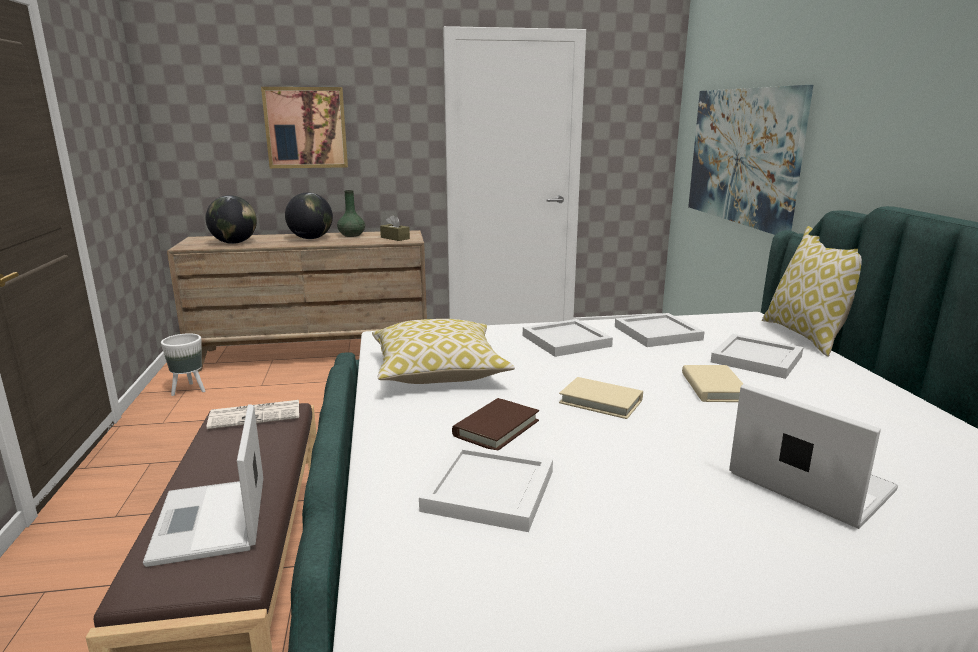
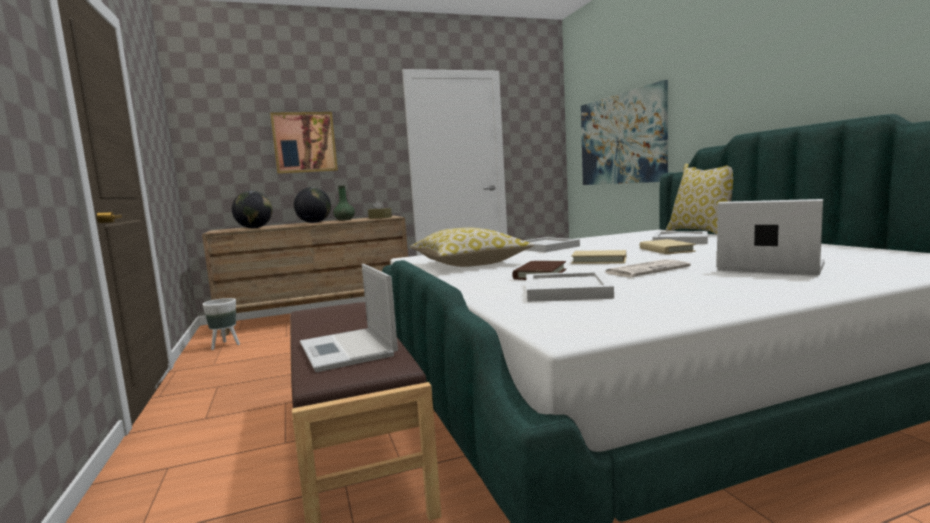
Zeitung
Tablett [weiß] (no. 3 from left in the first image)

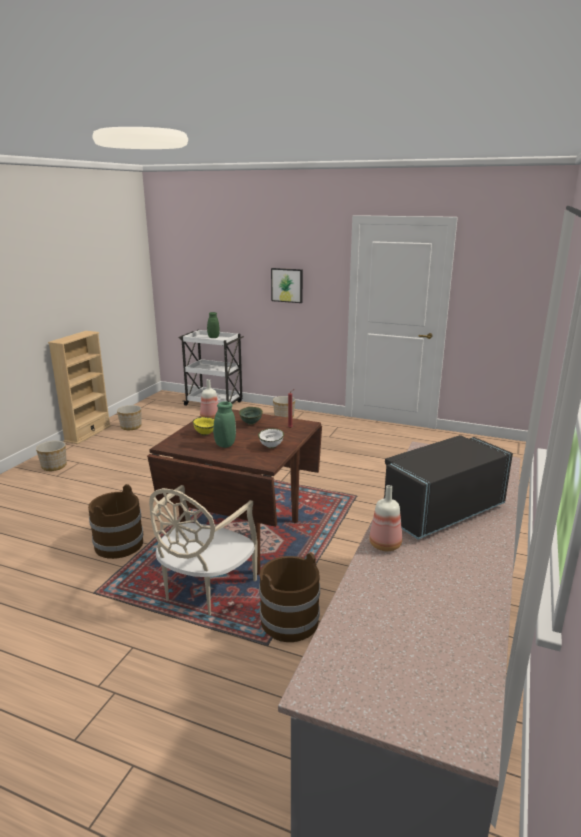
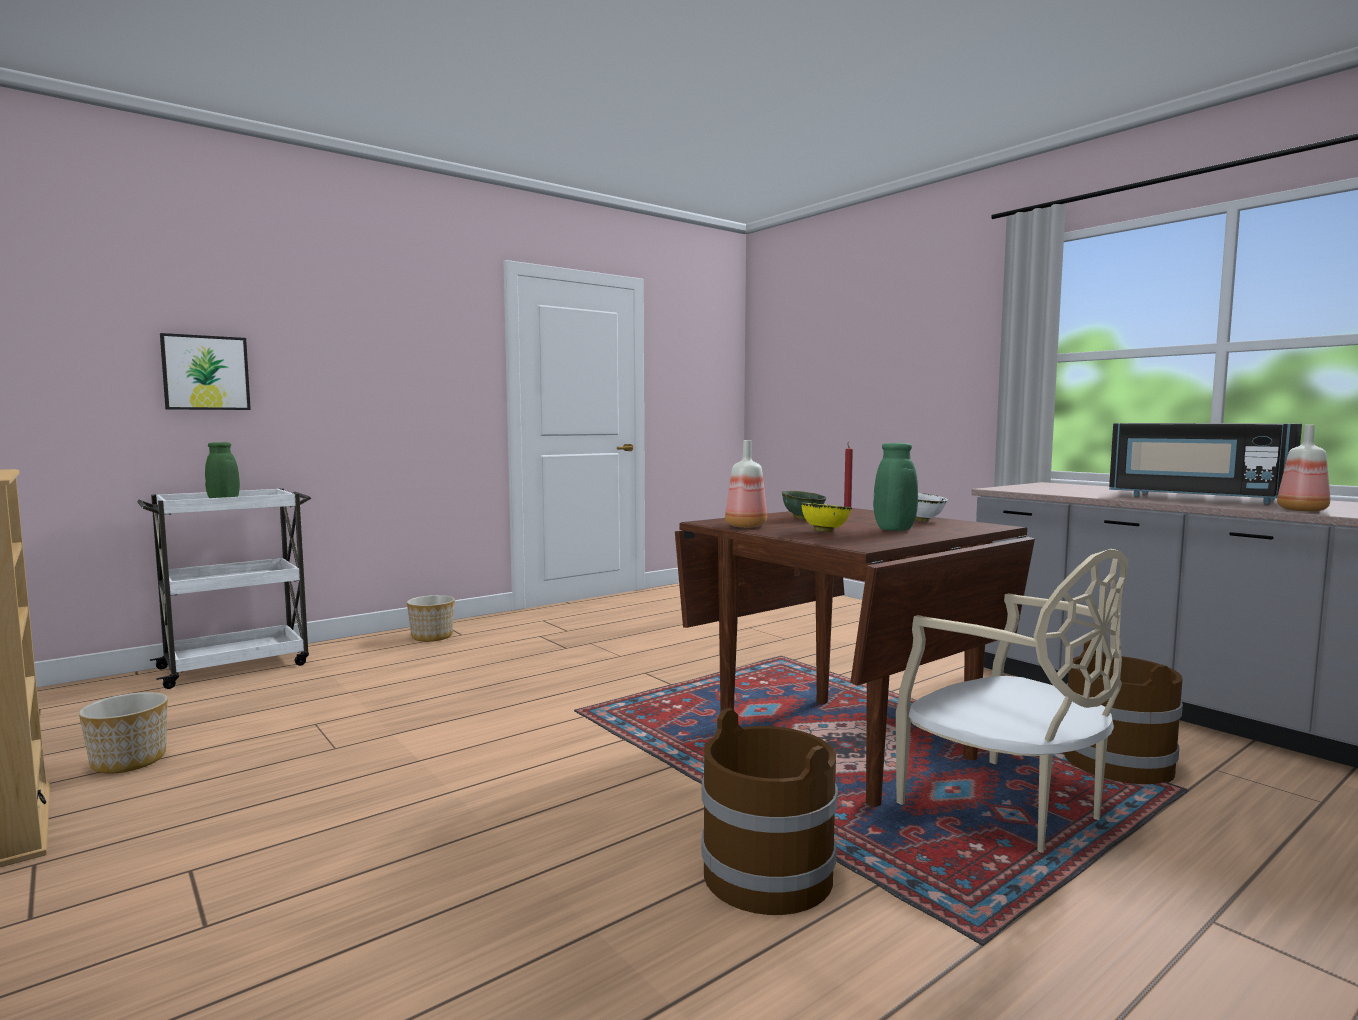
Bild
Mikrowelle [schwarz]
Pflanzkübel (no. 1 from left in the first image)

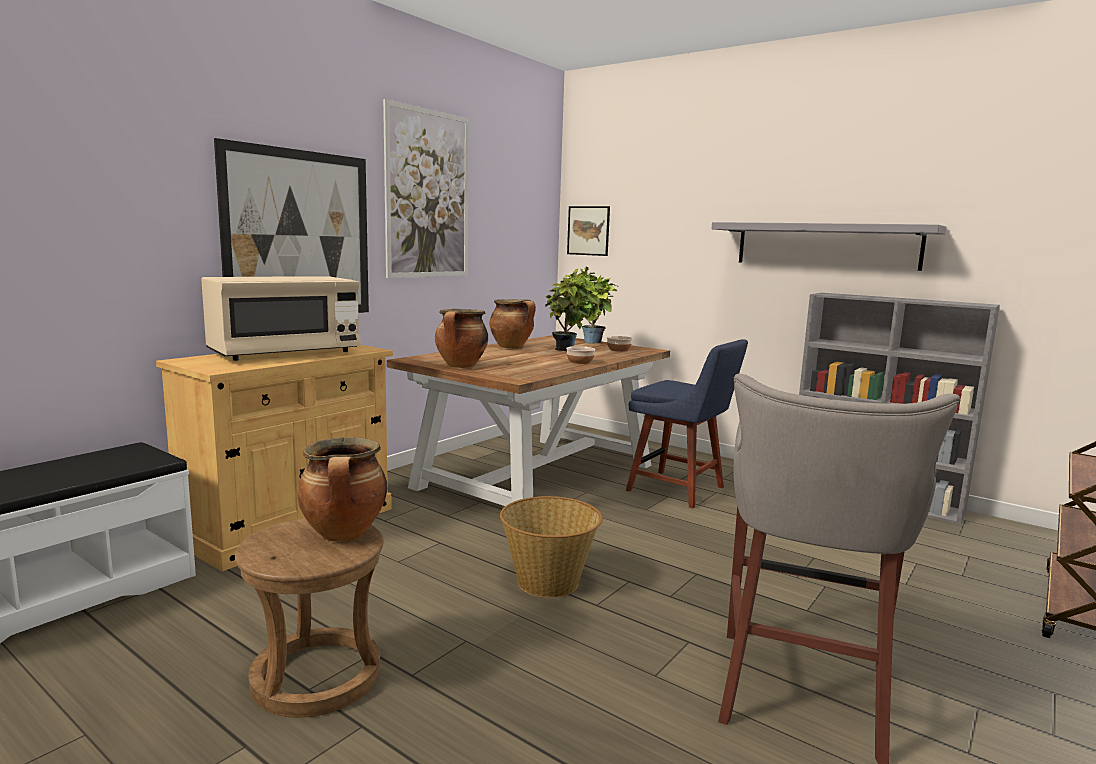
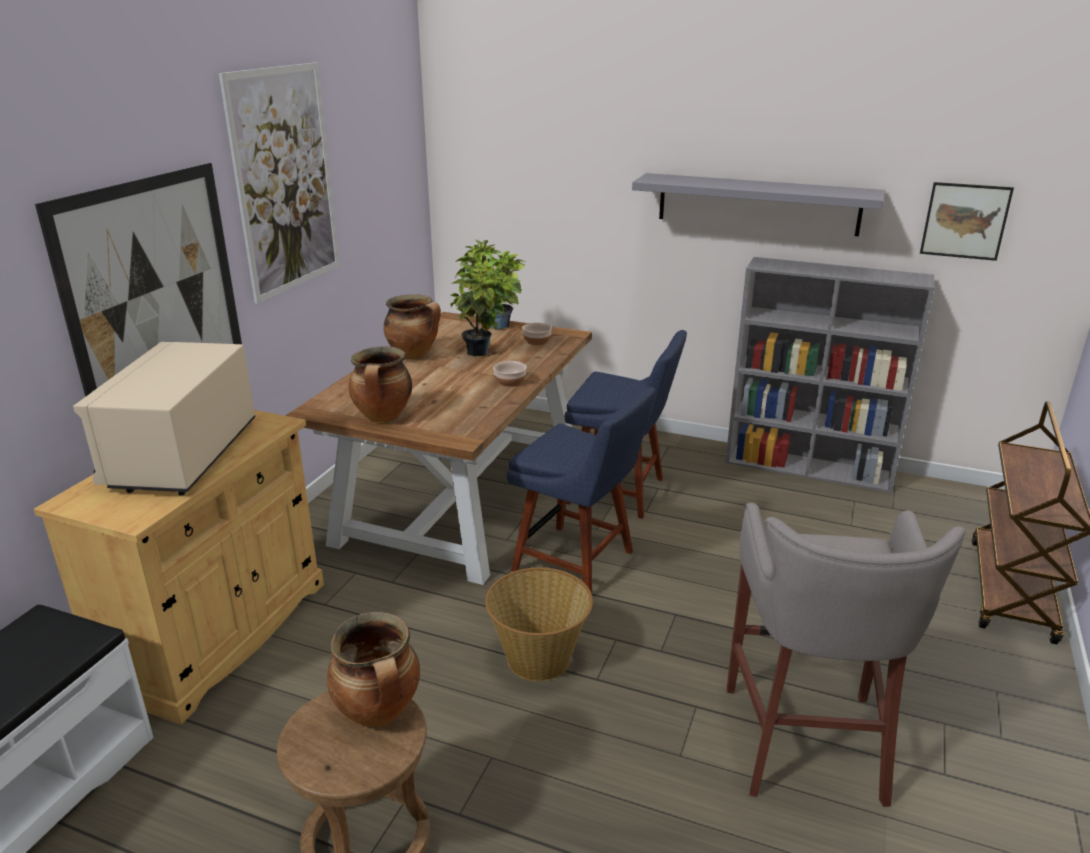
Mikrowelle [beige]
Stuhl [blau] (no. 1 from left)
Bild (no. 3 from left)

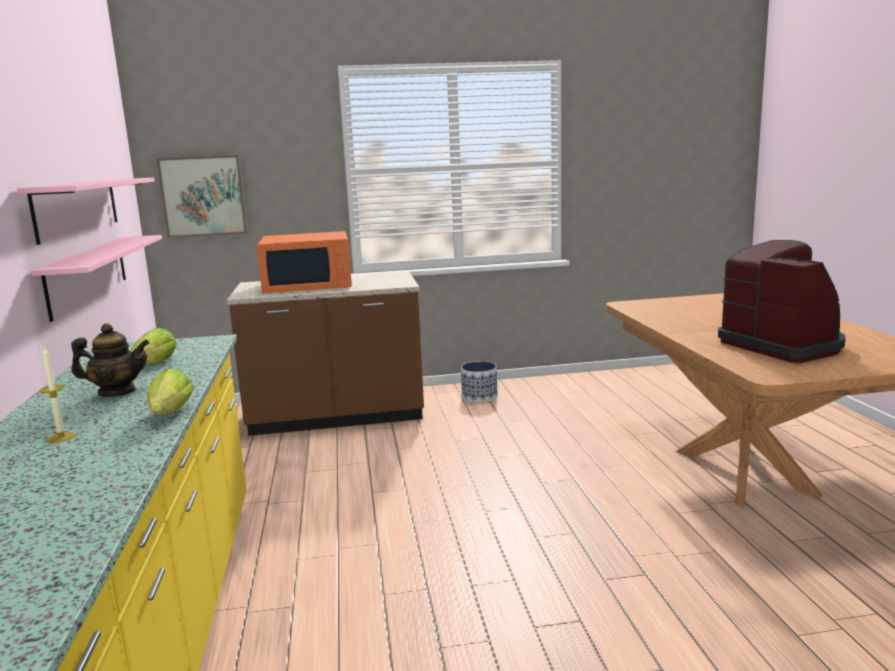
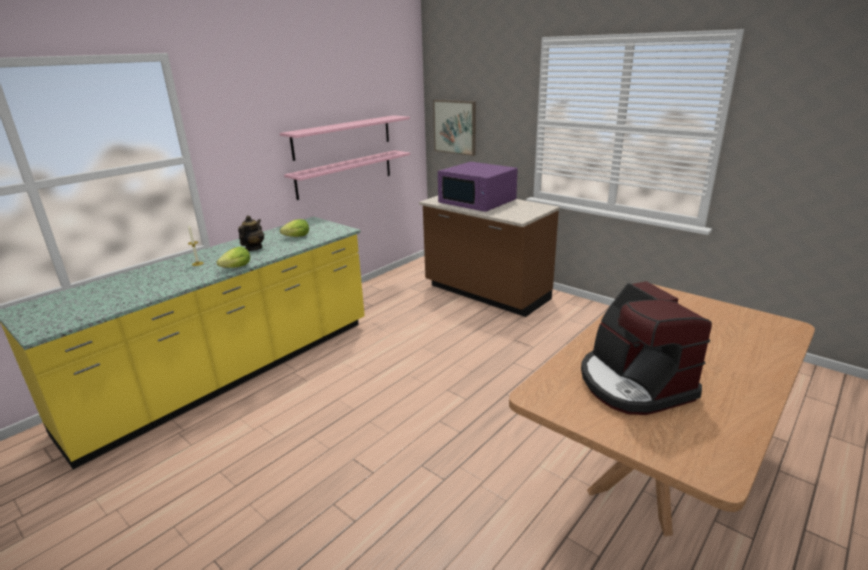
Teekanne
Mikrowelle [lila]
Kaffeemaschine
Pflanzkübel

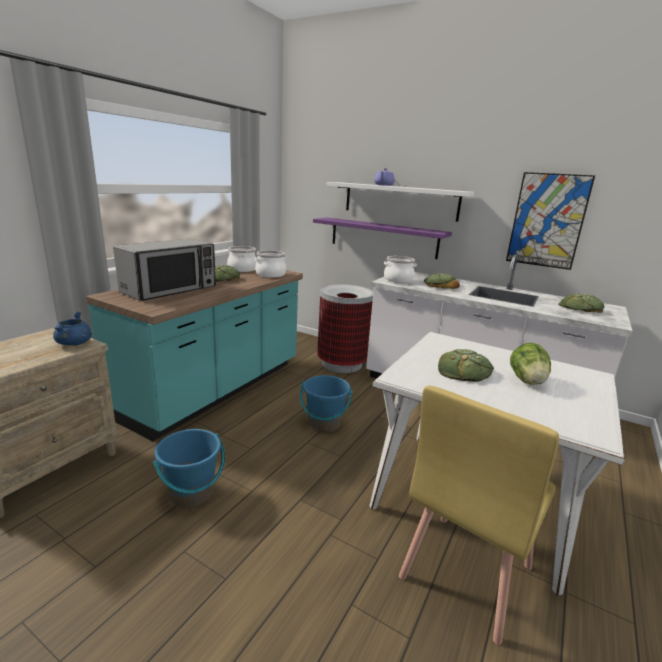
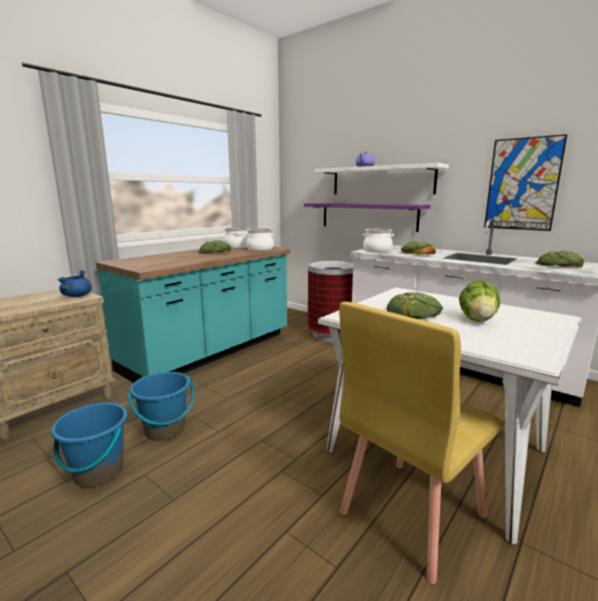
Eimer [blau] (no. 1 from left)
Mikrowelle

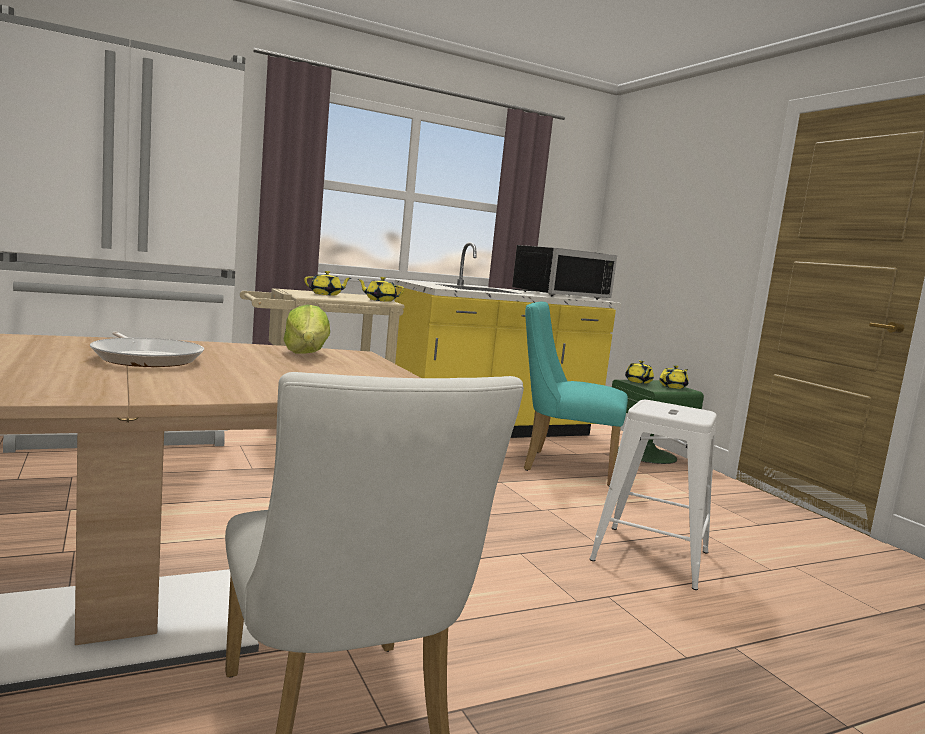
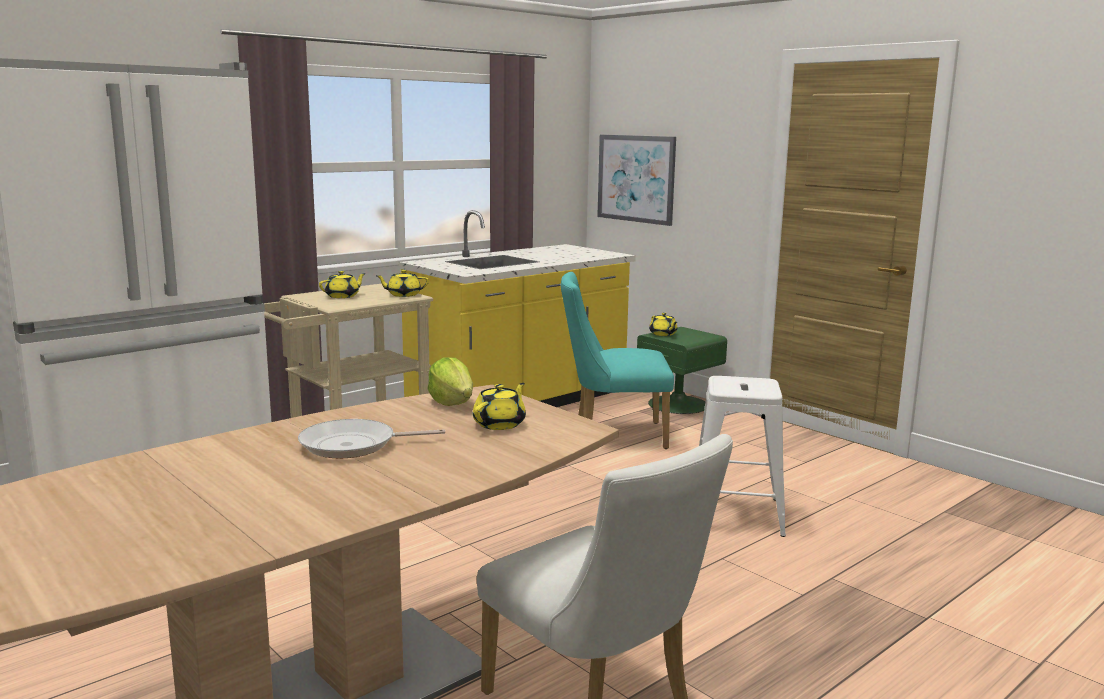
Pfanne
Teekanne [gelb] (no. 3 from left)
Bild
Mikrowelle [schwarz]

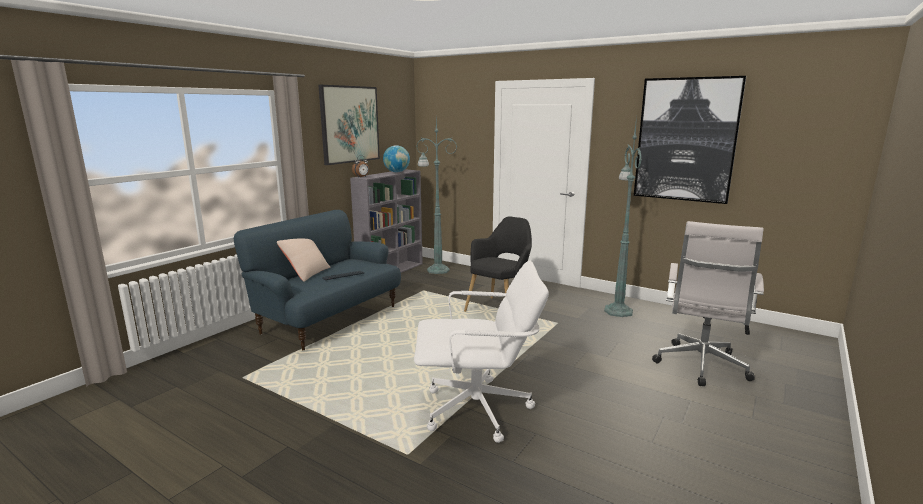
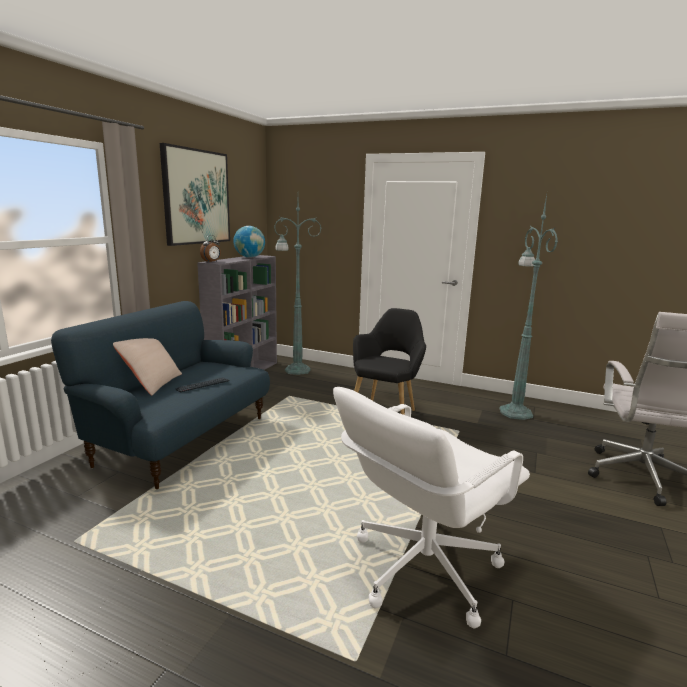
Bürostuhl [weiß] (no. 1 from left)
Bild (no. 2 from left in the first image)

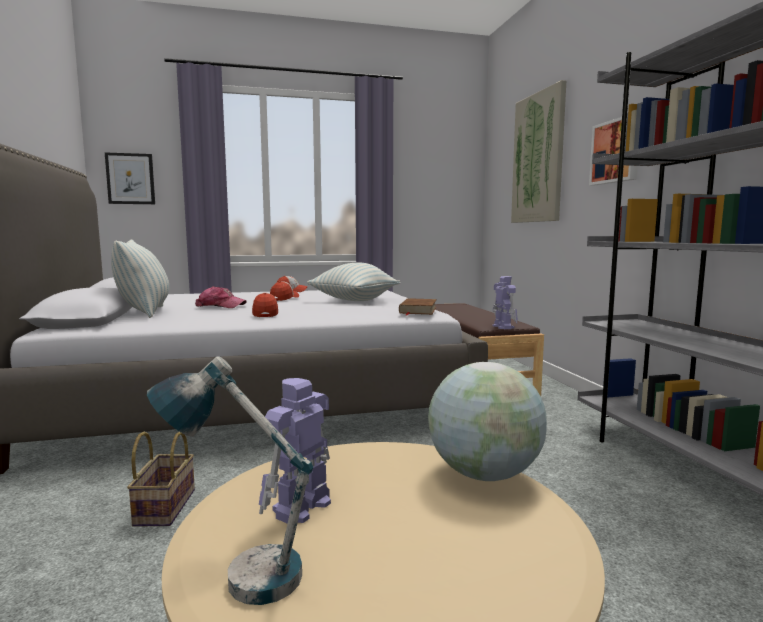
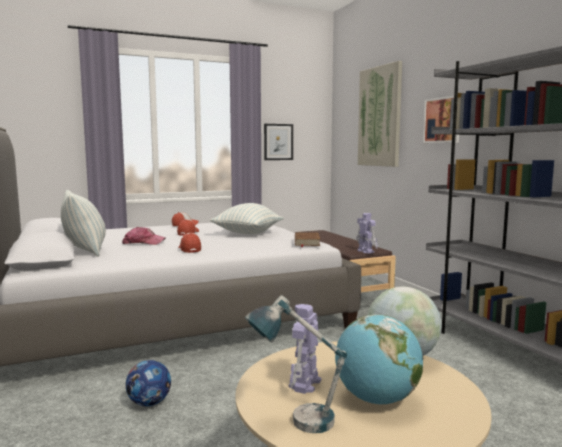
Fußball
Bild (no. 1 from left)
Globus (no. 1 from left)

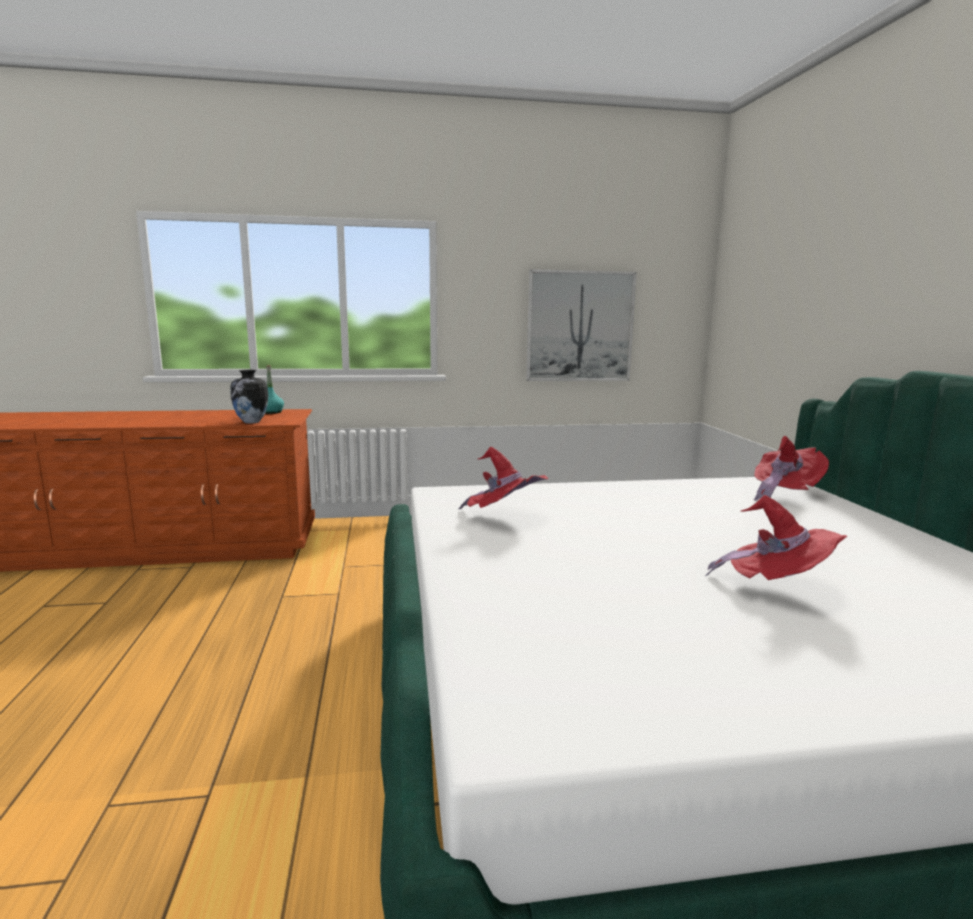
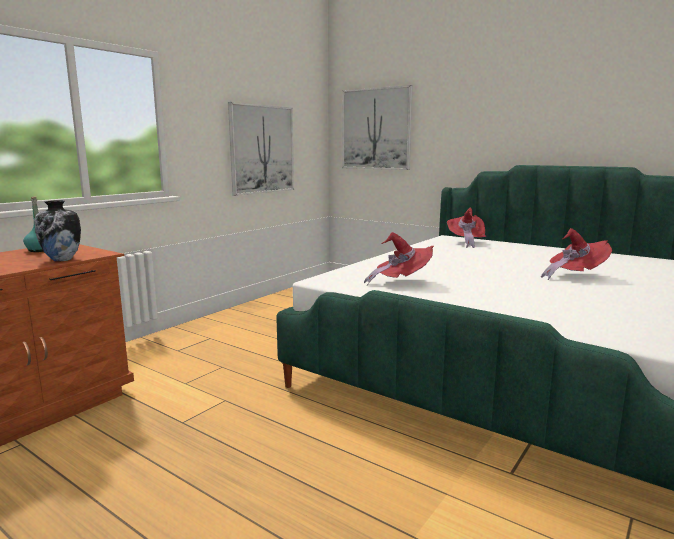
Bild (no. 2 from left)

